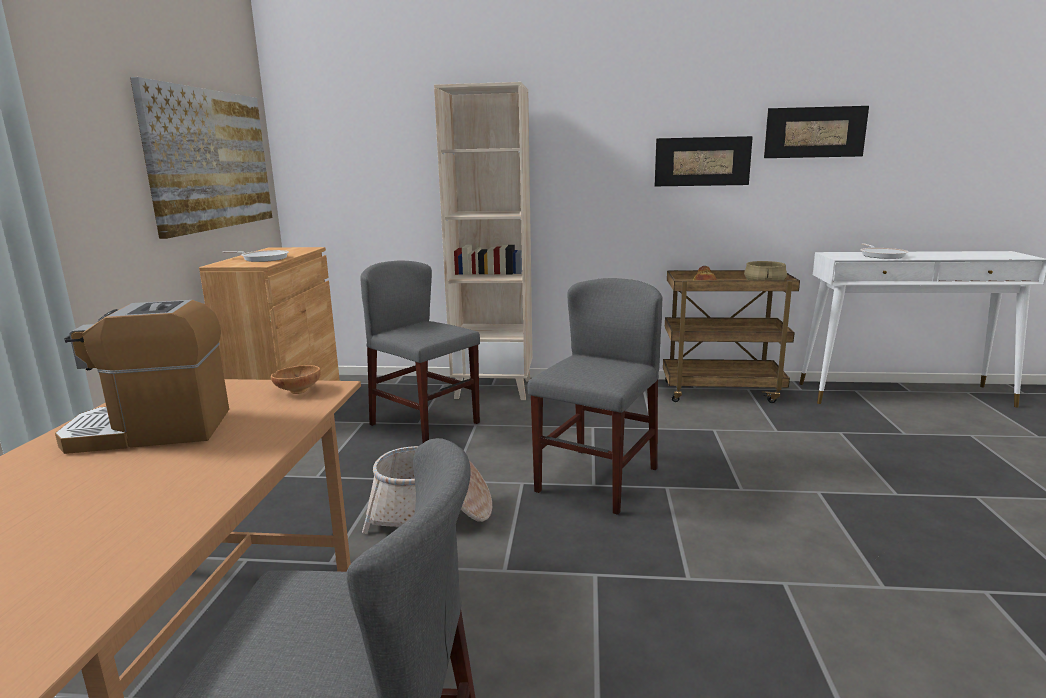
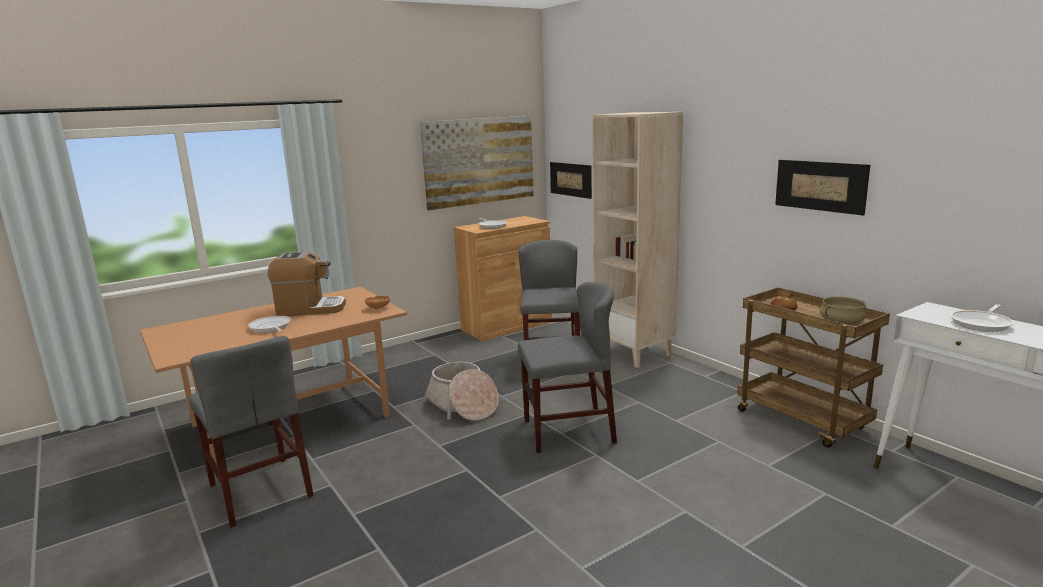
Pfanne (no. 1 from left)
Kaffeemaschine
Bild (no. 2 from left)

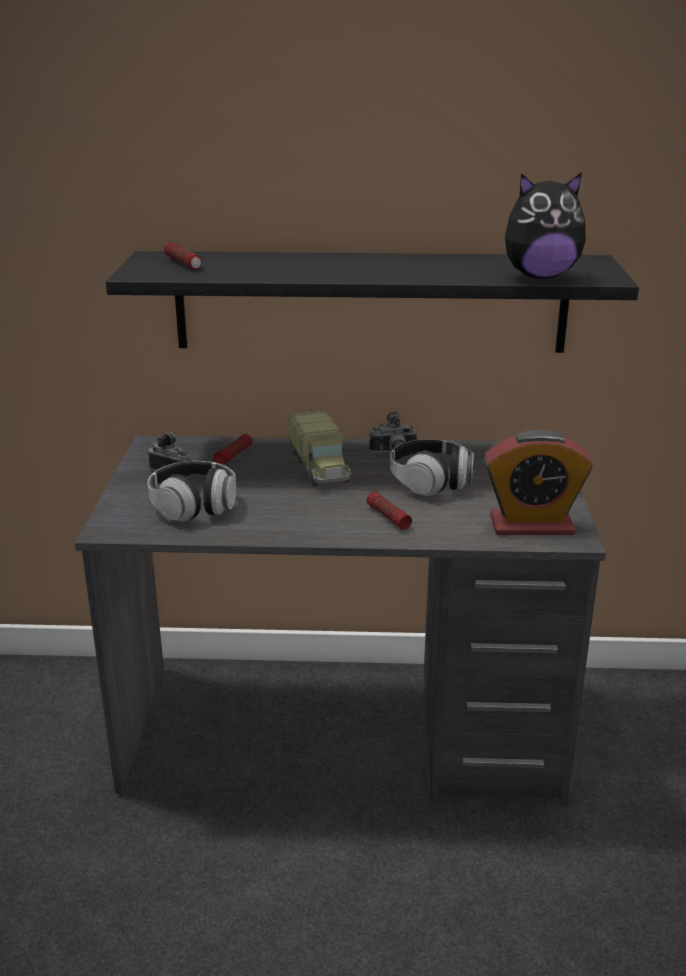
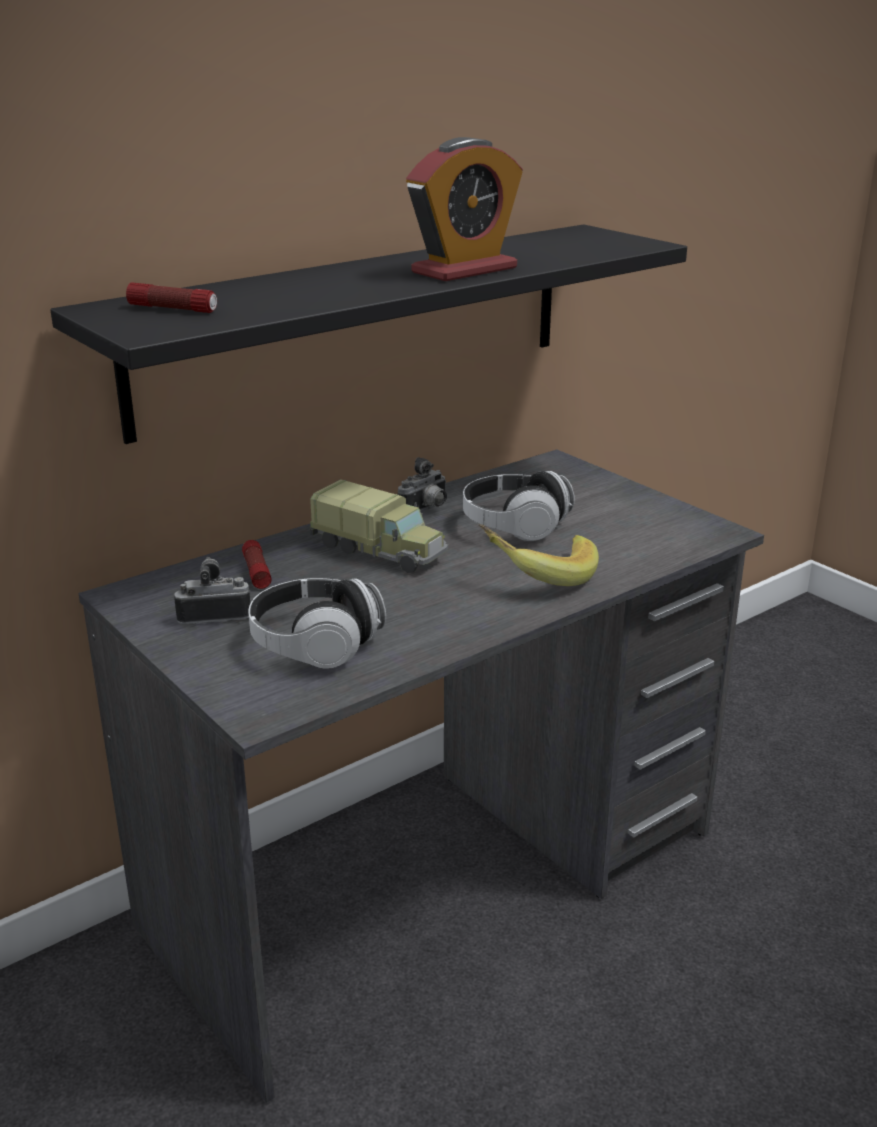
Wecker
Banane
Plüschtier

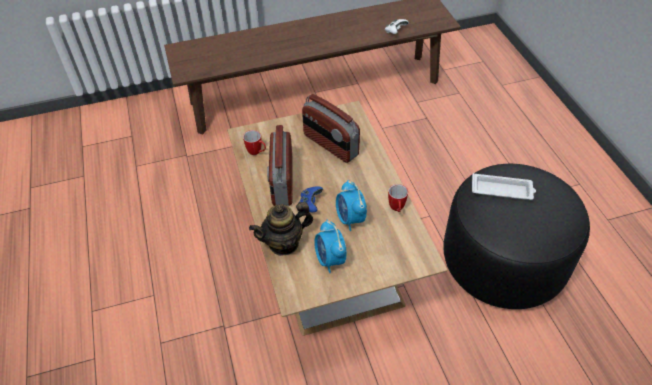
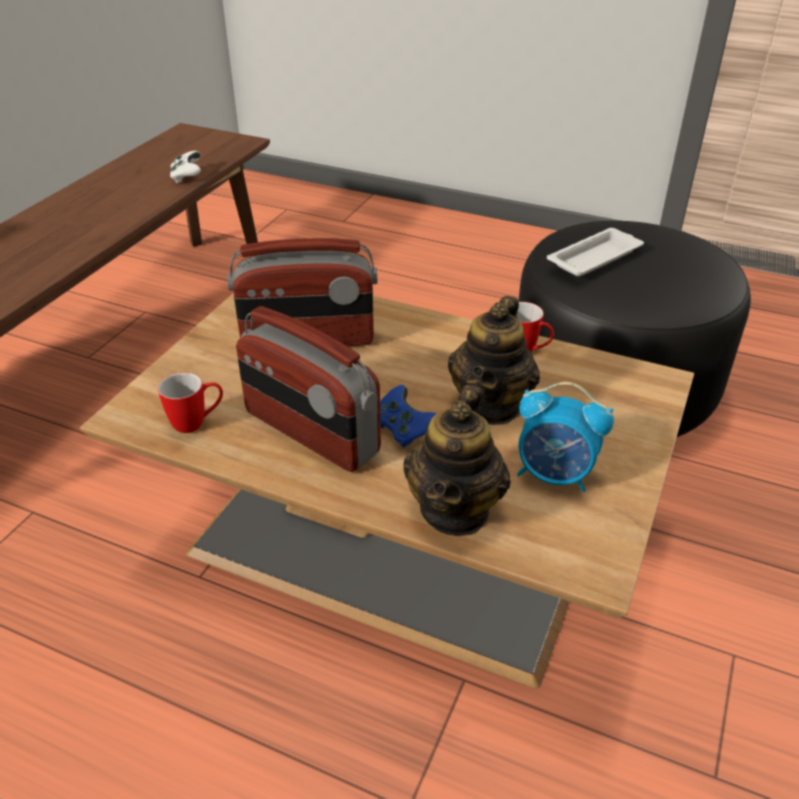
Teekanne (no. 2 from left)

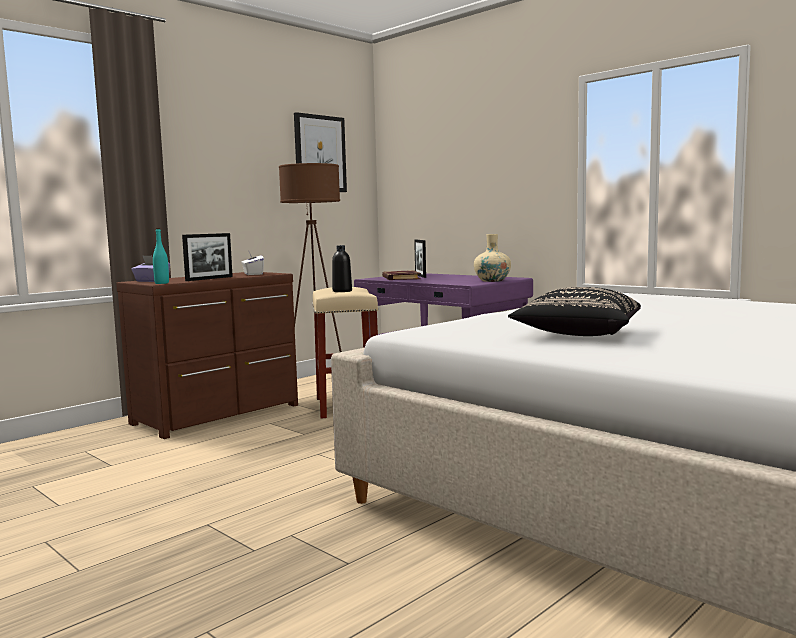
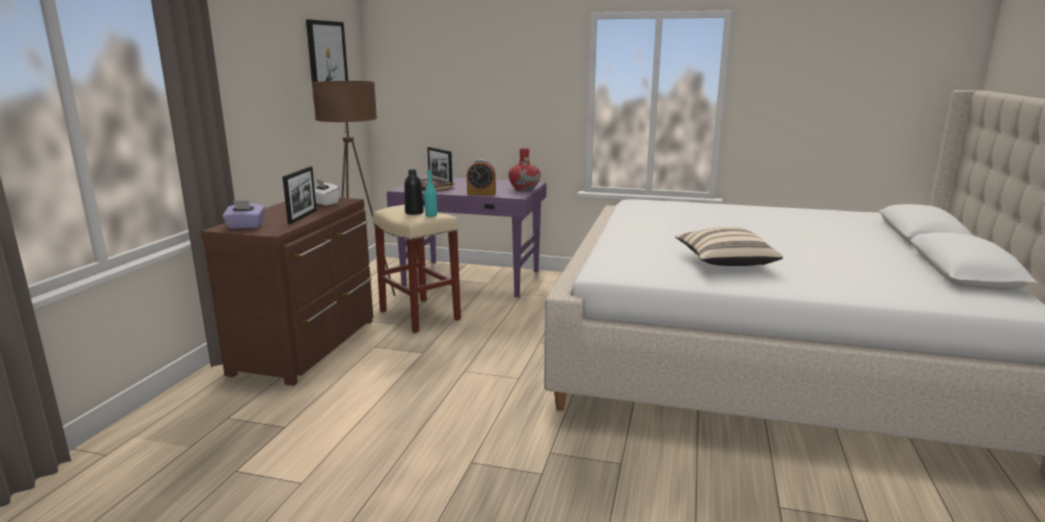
Flasche [türkis]
Wecker
Vase [rot]
Kissen [beige]

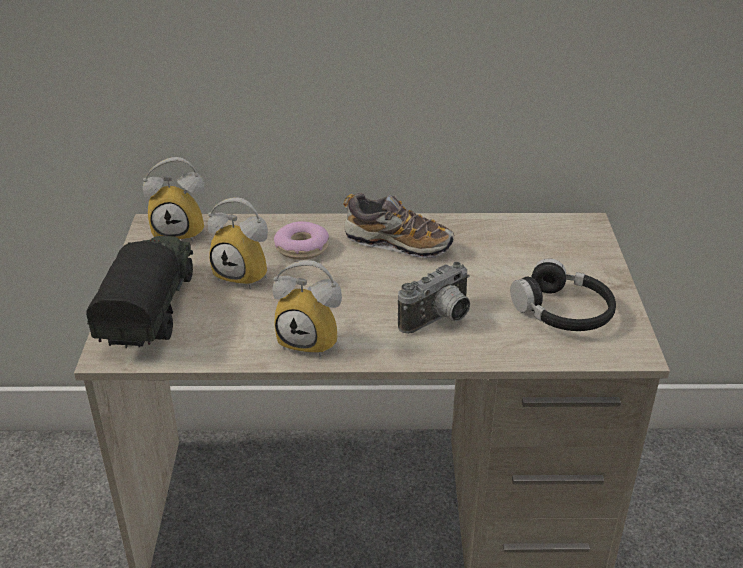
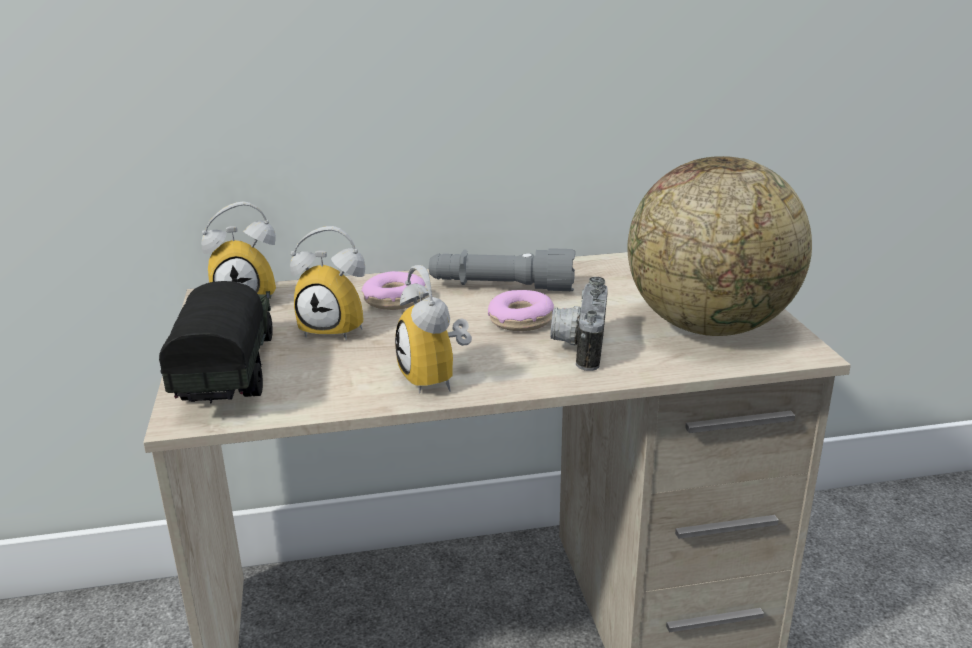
Wecker (no. 3 from left)
Taschenlampe [grau]
Donut (no. 2 from left)
Kamera
Globus

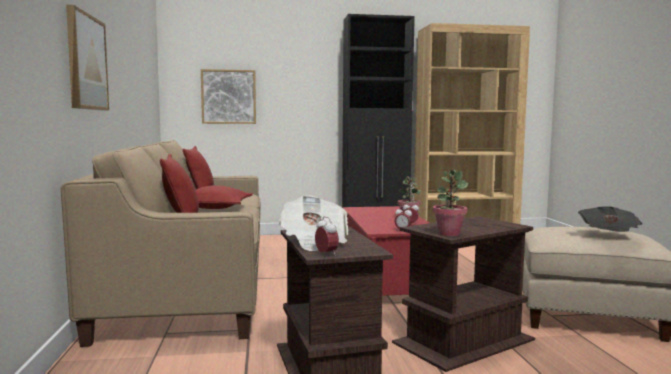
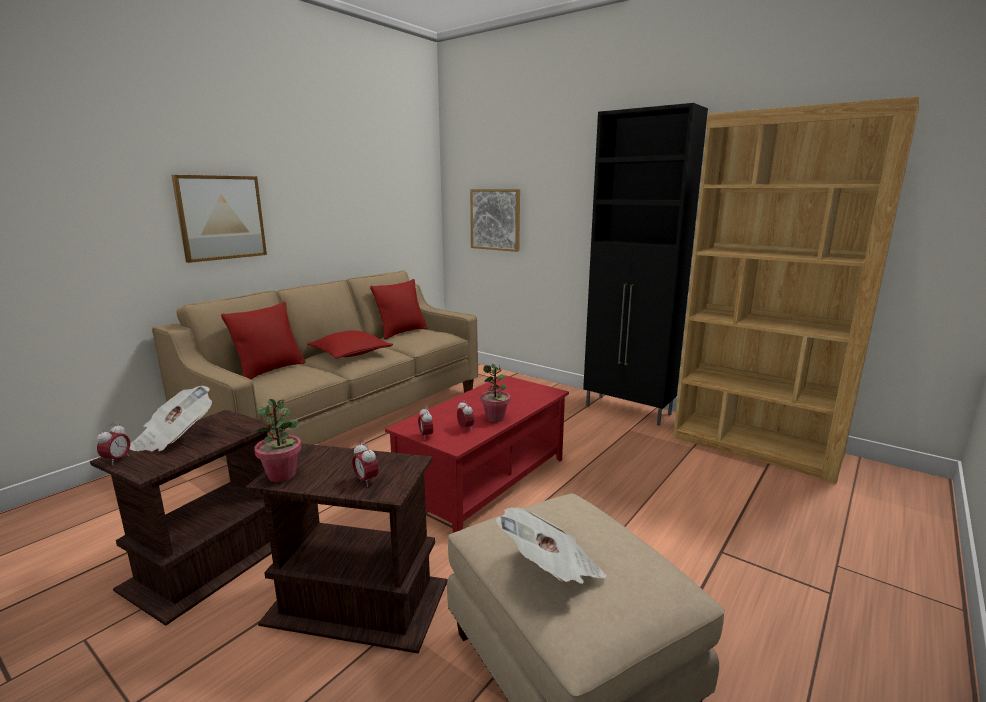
Wecker (no. 2 from left)

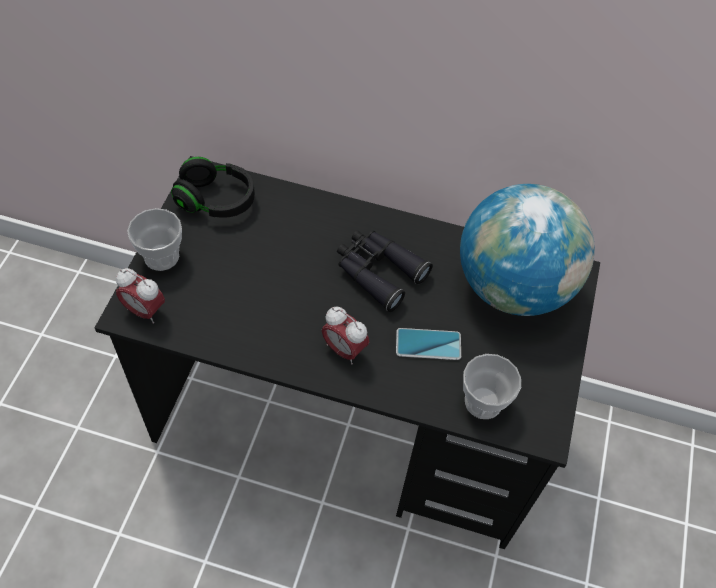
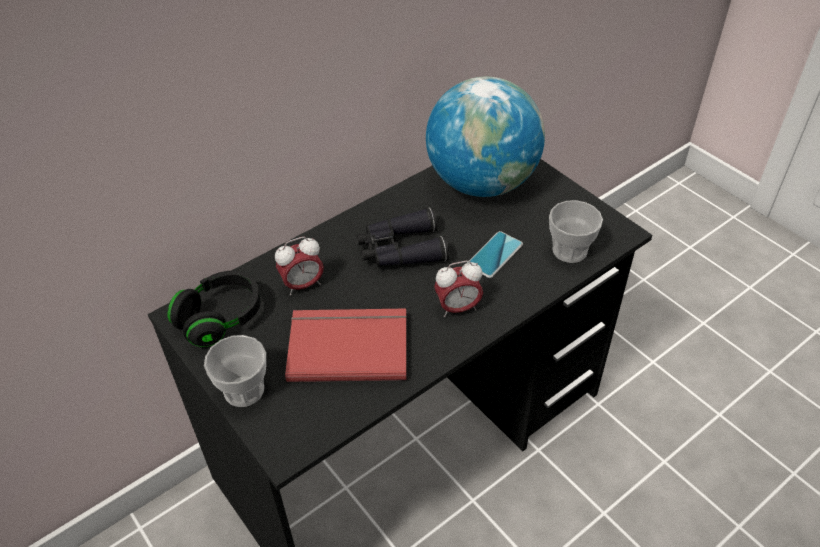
Wecker (no. 1 from left)
Buch [rot]

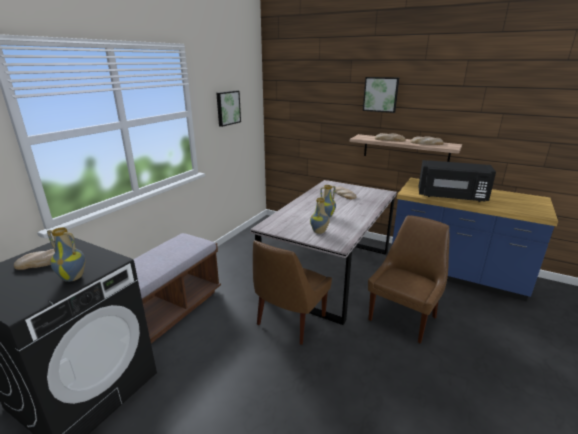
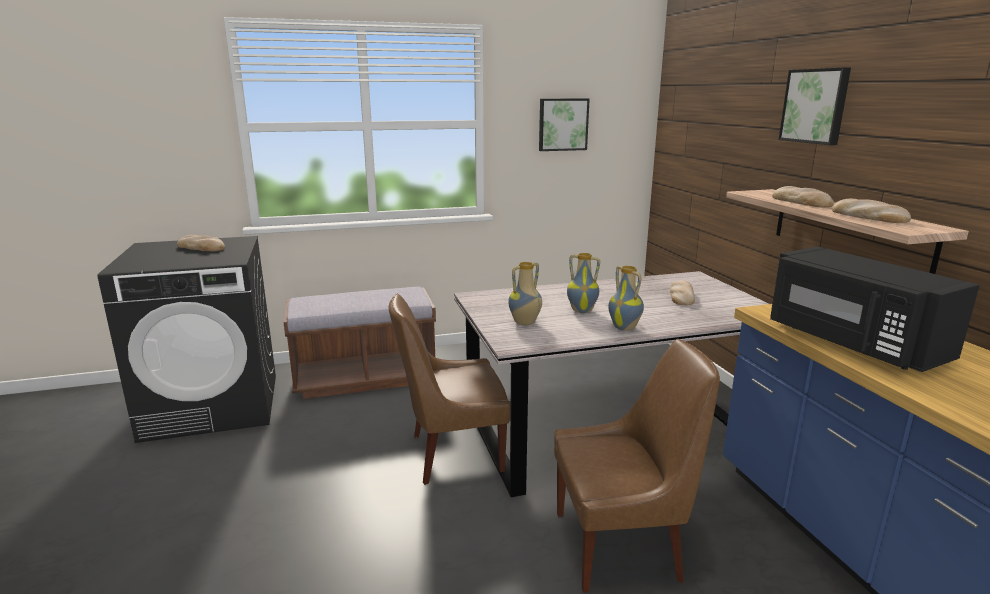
Vase (no. 3 from left)

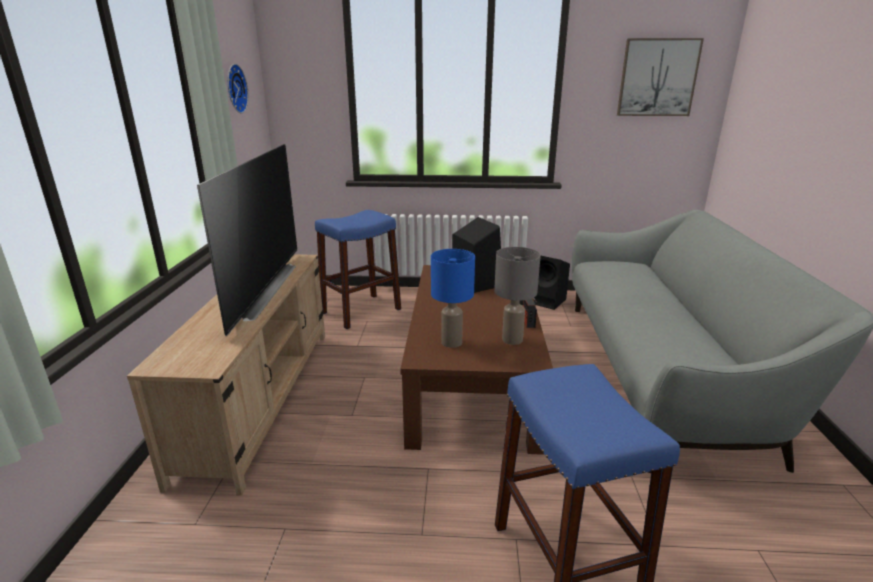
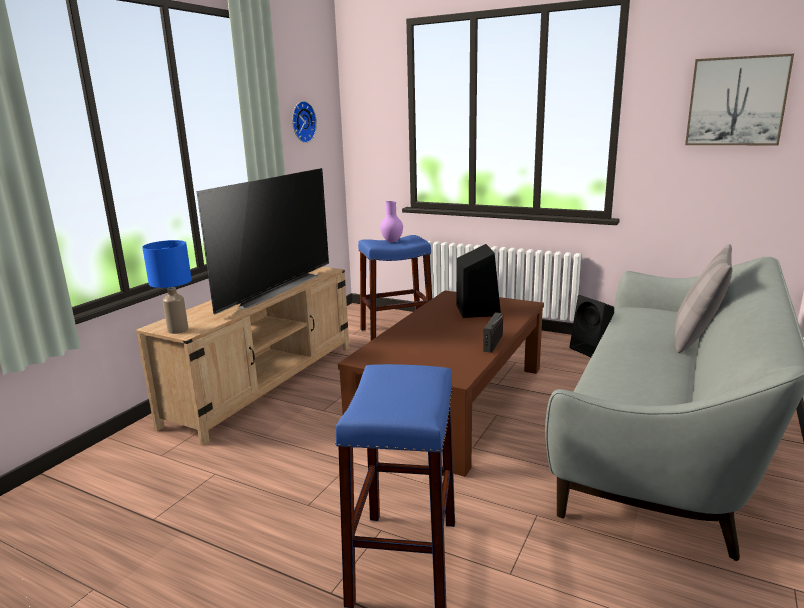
Tischlampe [blau]
Vase [lila]
Kissen [grau]
Tischlampe [grau]

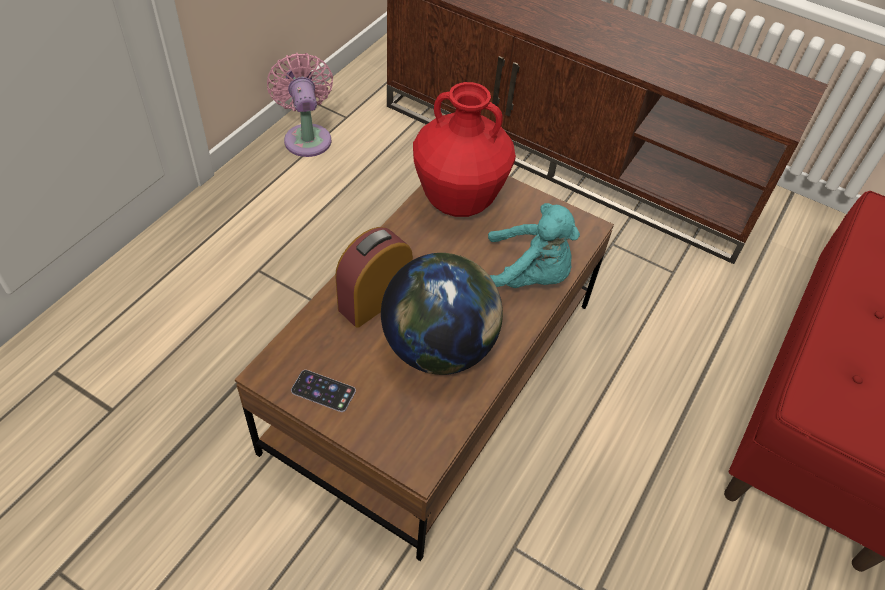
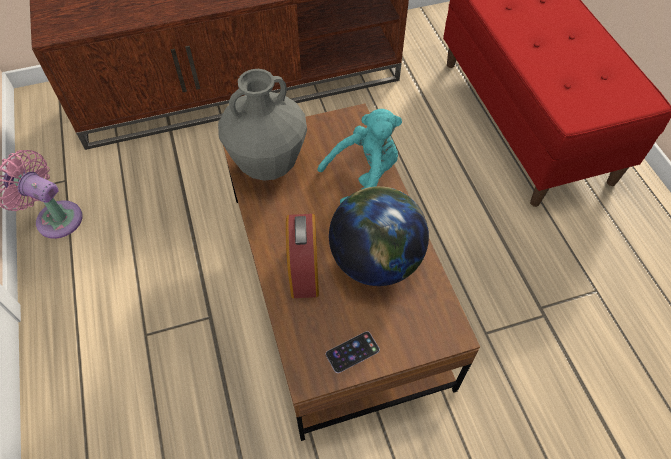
Vase [grau]

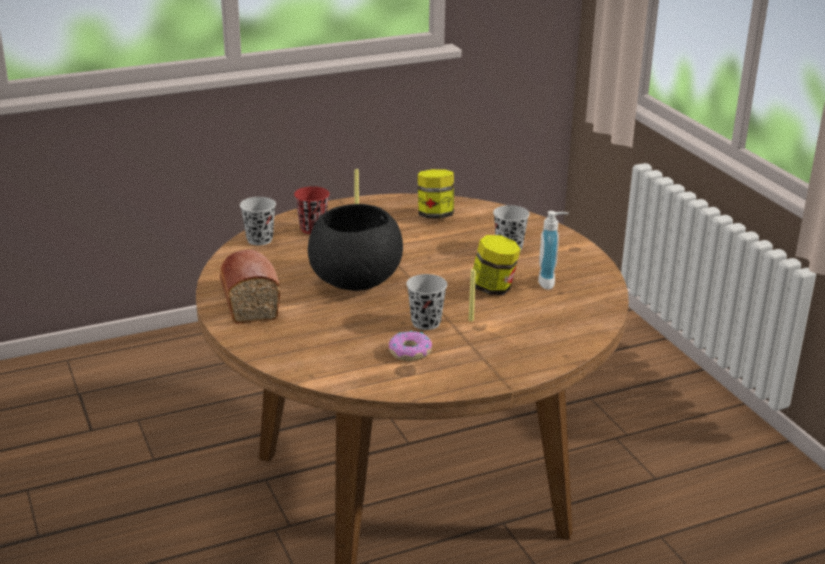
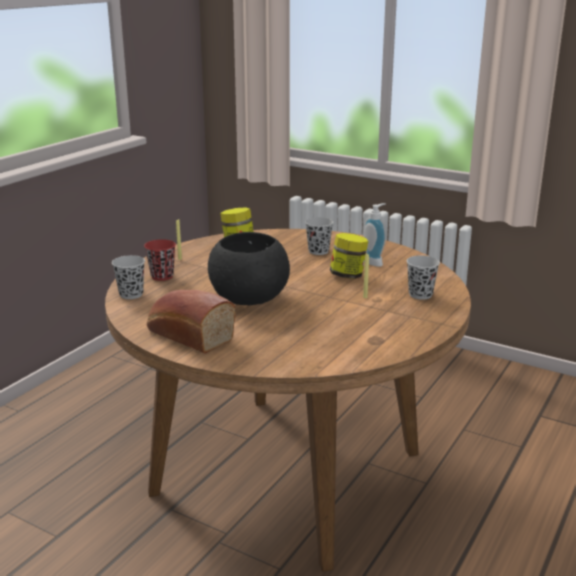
Tasse [schwarz] (no. 3 from left)
Donut

